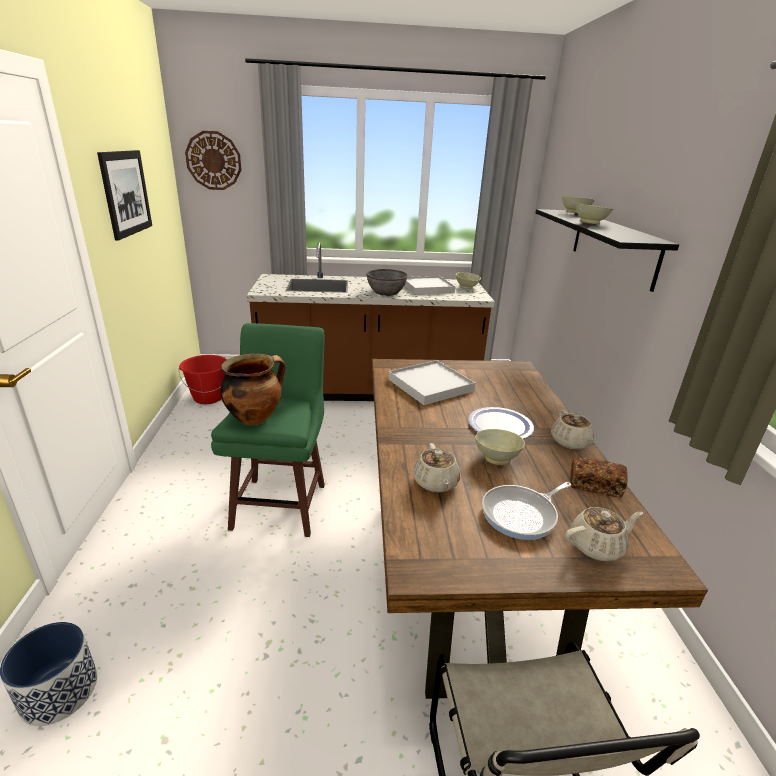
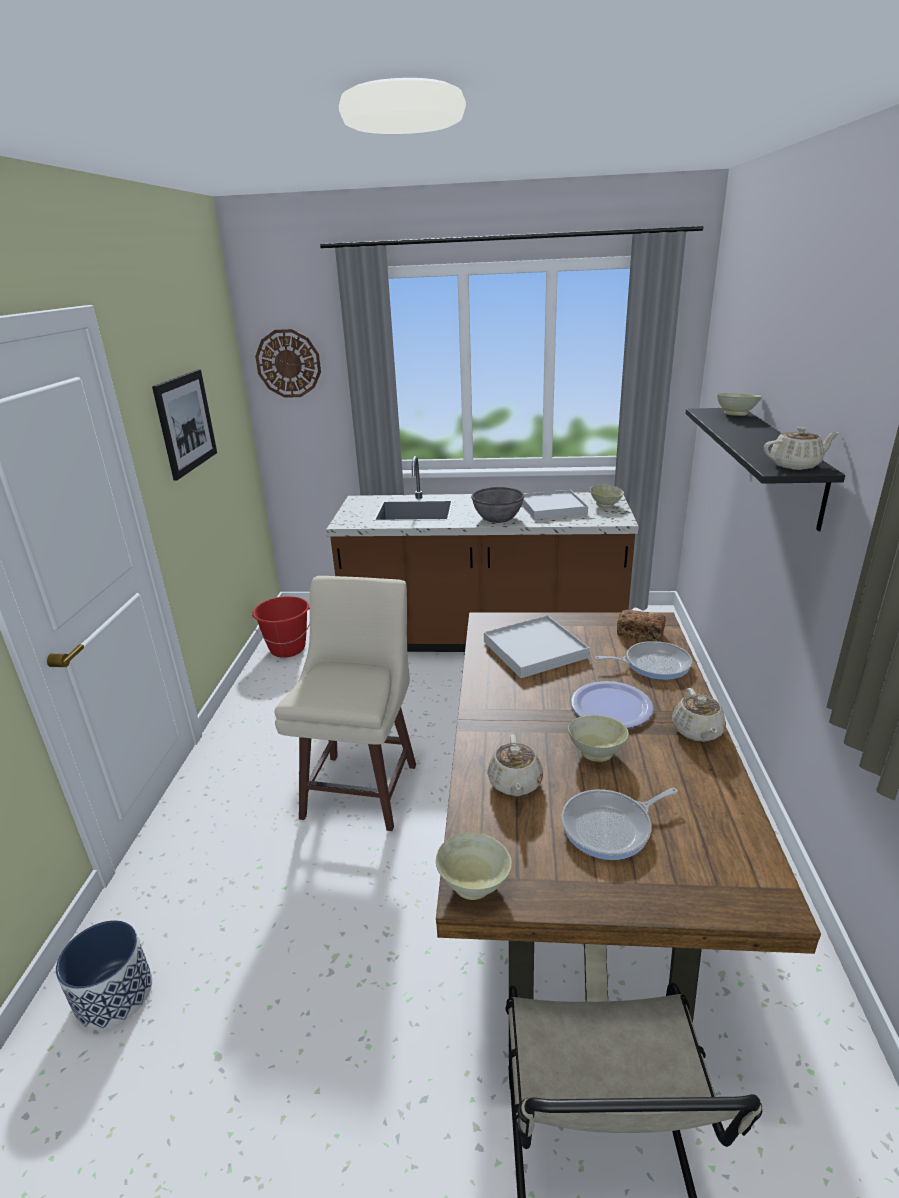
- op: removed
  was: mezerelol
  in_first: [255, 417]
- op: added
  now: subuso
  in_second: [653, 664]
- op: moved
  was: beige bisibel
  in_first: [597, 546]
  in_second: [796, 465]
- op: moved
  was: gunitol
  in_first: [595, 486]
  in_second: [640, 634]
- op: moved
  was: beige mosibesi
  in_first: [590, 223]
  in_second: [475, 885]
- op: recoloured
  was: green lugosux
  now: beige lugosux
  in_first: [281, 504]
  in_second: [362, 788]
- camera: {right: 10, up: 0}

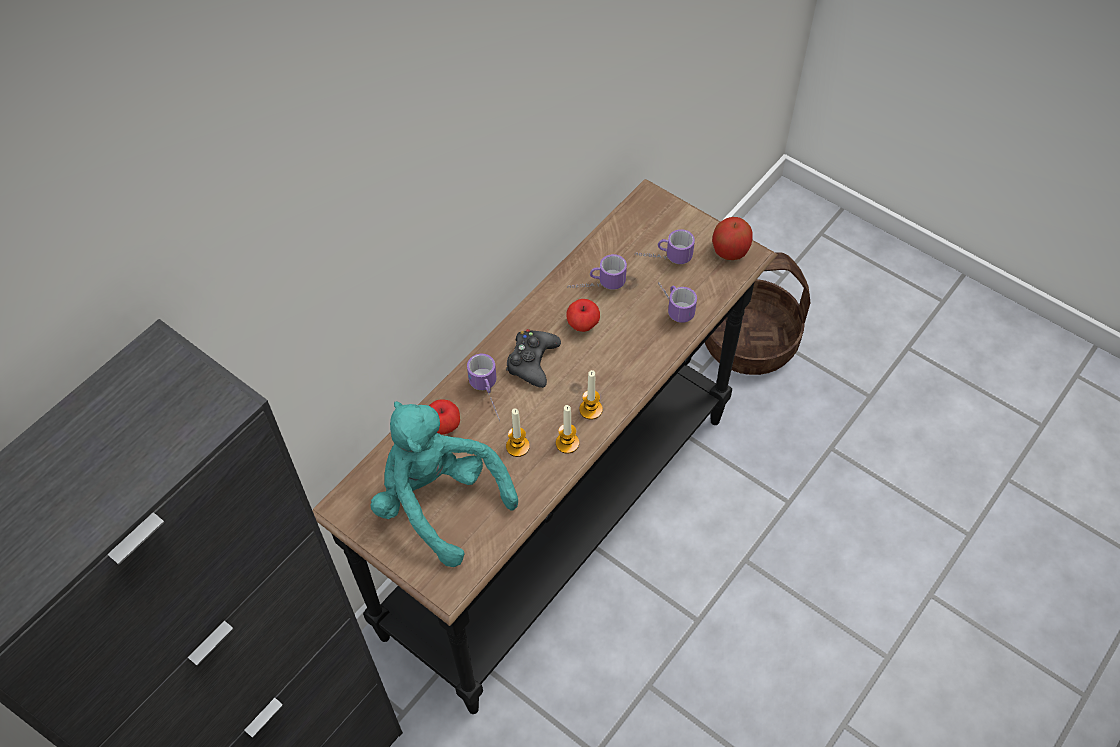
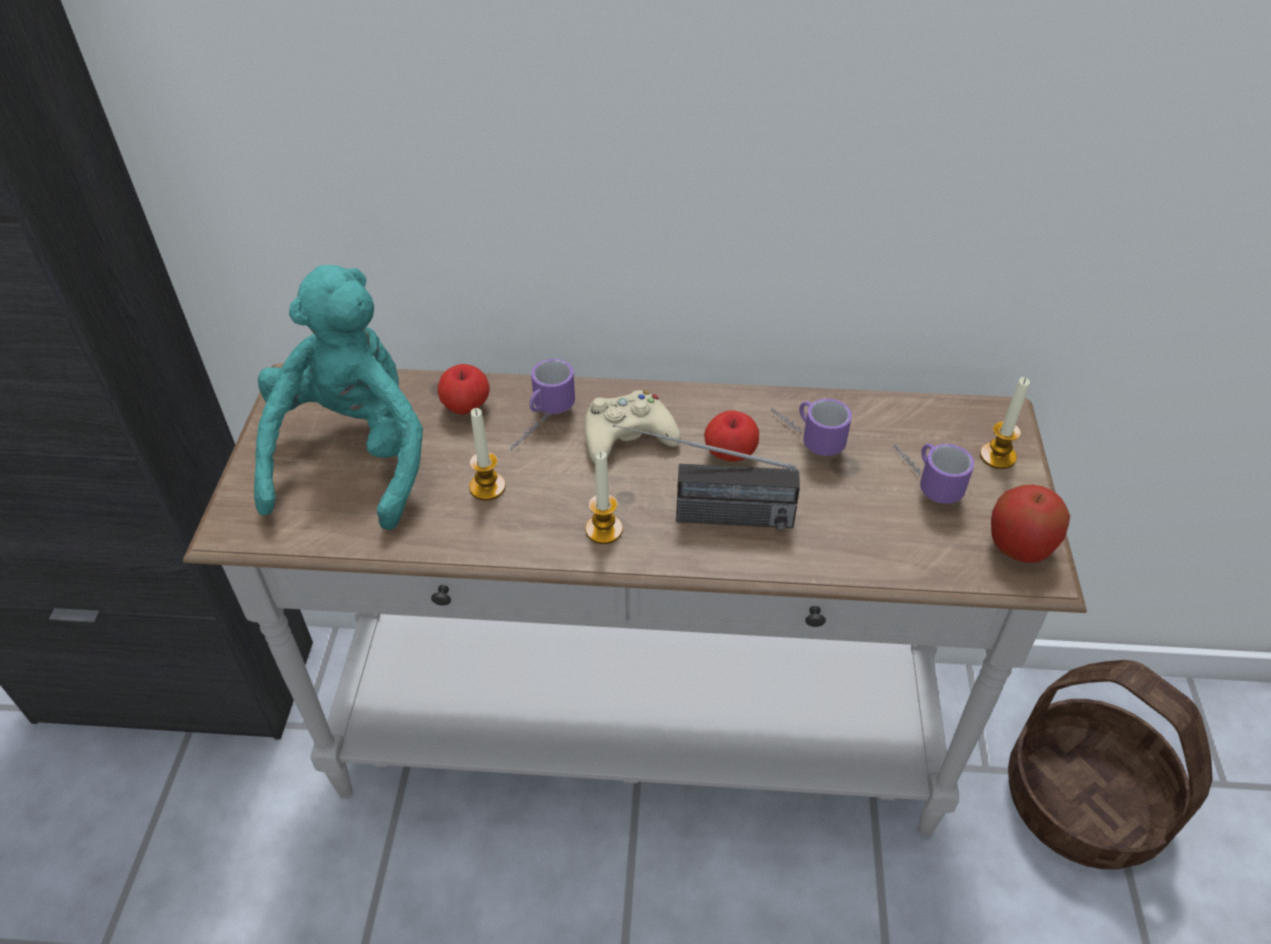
- op: removed
  was: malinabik
  in_first: [673, 305]
- op: added
  now: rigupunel
  in_second: [702, 515]
- op: moved
  was: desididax
  in_first: [567, 443]
  in_second: [997, 456]
- op: recoloured
  was: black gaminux
  now: white gaminux
  in_first: [562, 526]
  in_second: [636, 743]
- op: recoloured
  was: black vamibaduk
  now: beige vamibaduk
  in_first: [532, 361]
  in_second: [627, 436]
- camera: {right: 55, up: -10}

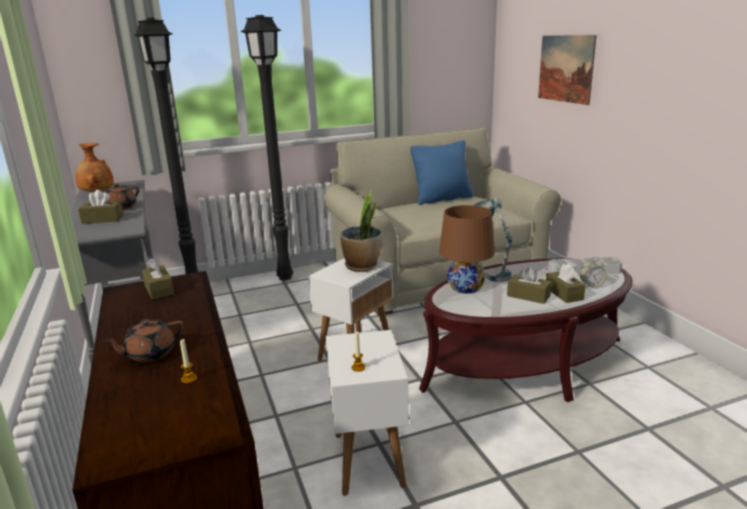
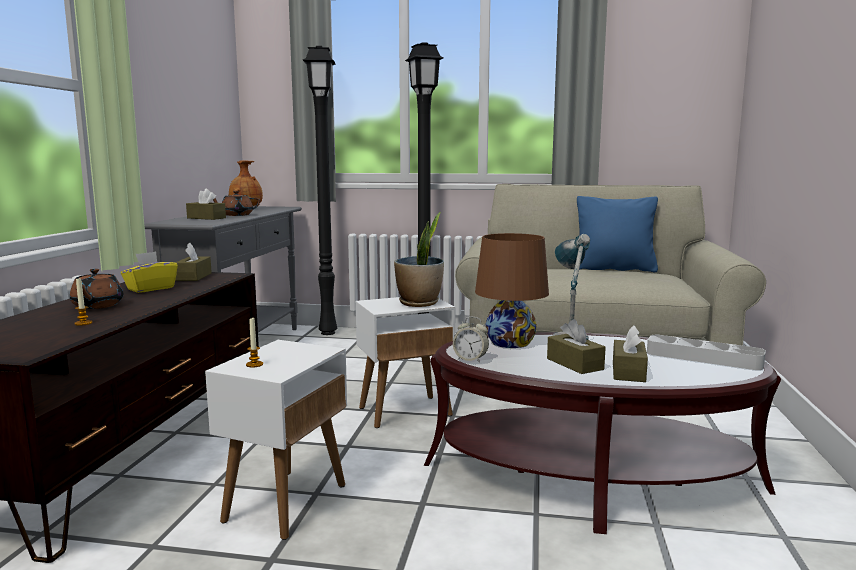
- op: removed
  was: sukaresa
  in_first: [565, 68]
- op: added
  now: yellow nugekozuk
  in_second: [150, 288]
- op: moved
  was: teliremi
  in_first: [591, 286]
  in_second: [470, 359]
- op: turned
  was: brown bisibel
  in_first: [150, 354]
  in_second: [97, 306]
  clockwise: -90
- camera: {right: 30, up: -10}

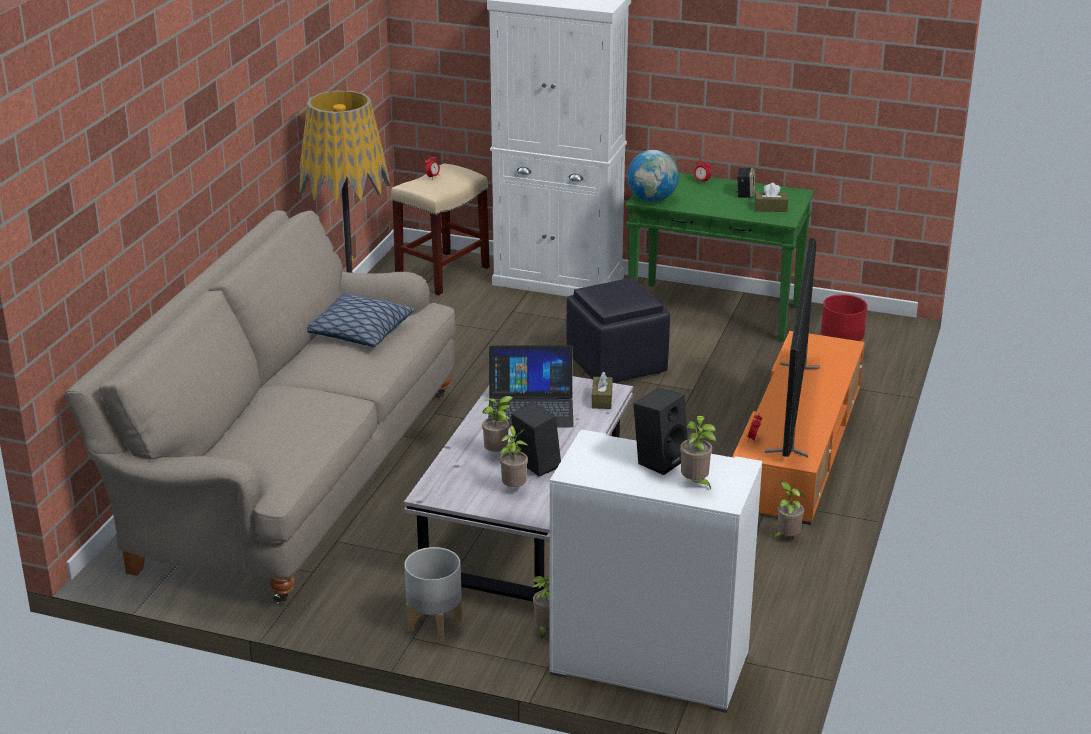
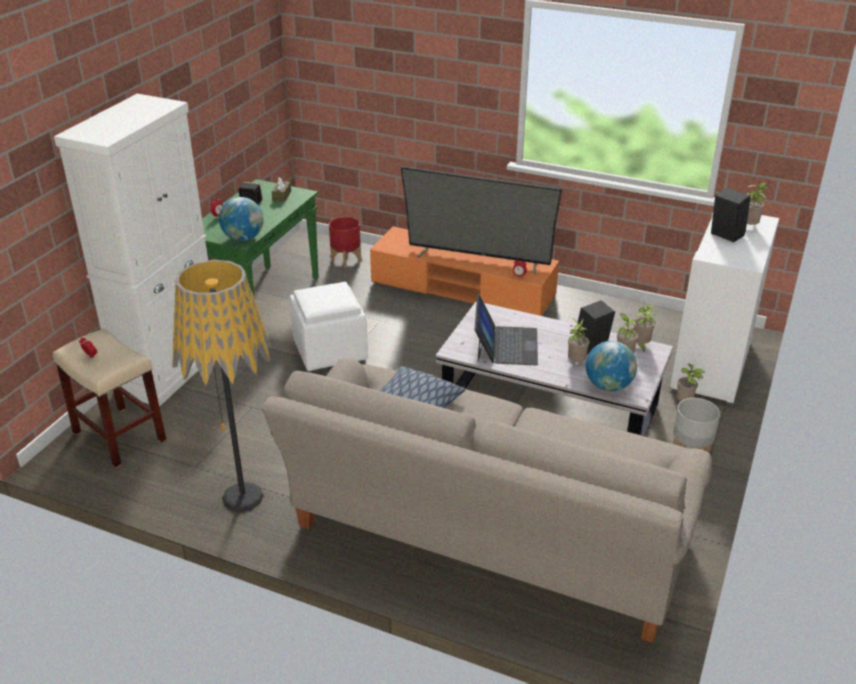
- op: removed
  was: brown nugekozuk
  in_first: [602, 399]
- op: added
  now: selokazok
  in_second: [608, 386]
- op: moved
  was: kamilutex
  in_first: [786, 537]
  in_second: [641, 346]
- op: recoloured
  was: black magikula
  now: white magikula
  in_first: [615, 364]
  in_second: [329, 351]
- camera: {right: -85, up: 5}

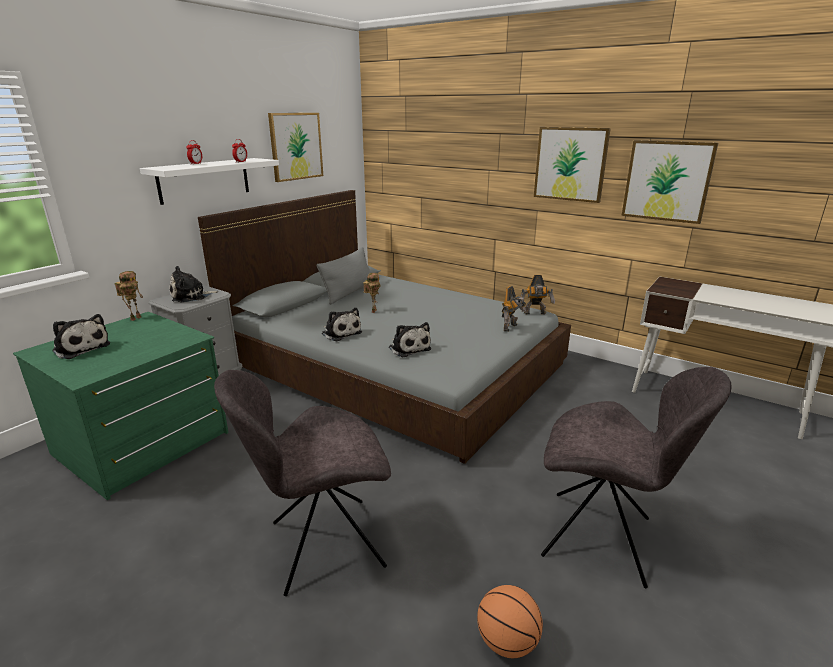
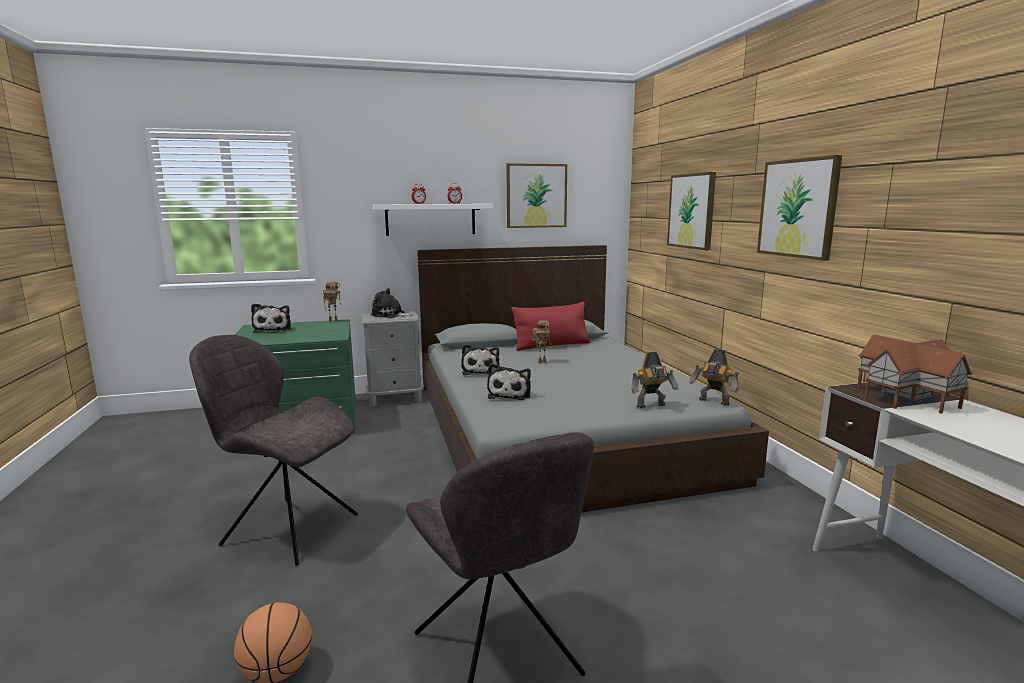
- op: added
  now: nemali
  in_second: [908, 398]
- op: moved
  was: sukaresa
  in_first: [667, 181]
  in_second: [691, 211]
- op: recoloured
  was: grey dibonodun
  now: red dibonodun
  in_first: [349, 292]
  in_second: [551, 345]
- camera: {right: 40, up: -10}

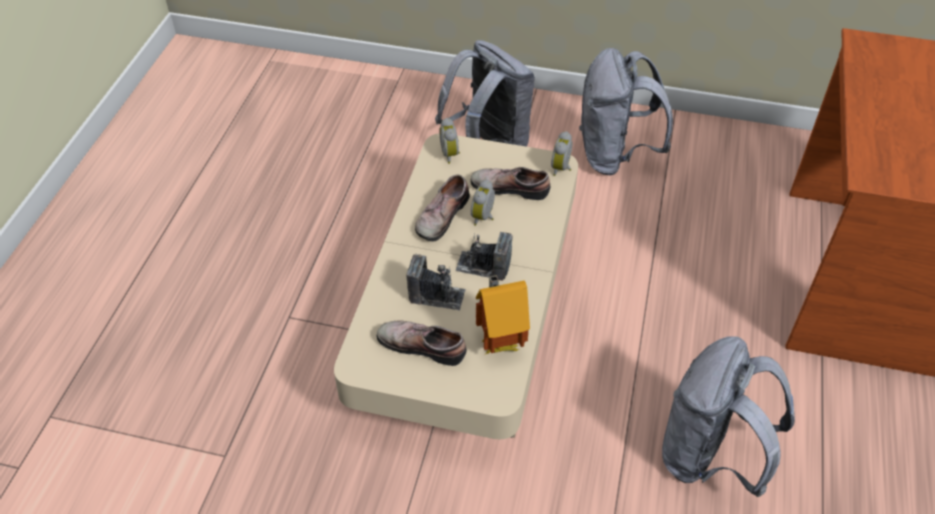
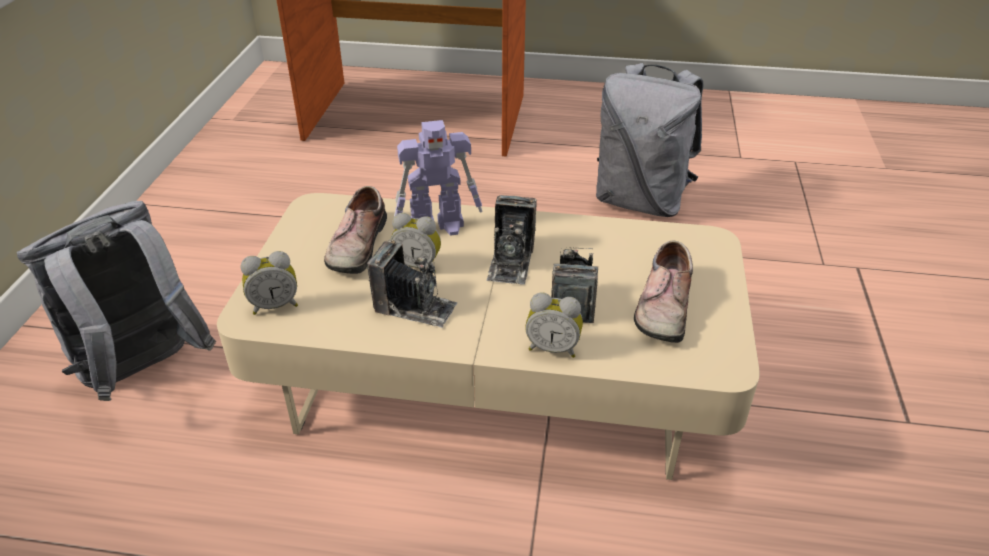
- op: removed
  was: nemali
  in_first: [499, 343]
- op: removed
  was: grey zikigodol
  in_first: [614, 155]
- op: added
  now: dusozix
  in_second: [438, 226]
- op: moved
  was: teliremi
  in_first: [562, 168]
  in_second: [553, 348]
- op: replaced
  was: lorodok
  now: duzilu
  in_first: [440, 215]
  in_second: [415, 307]
- camera: {right: -95, up: -10}

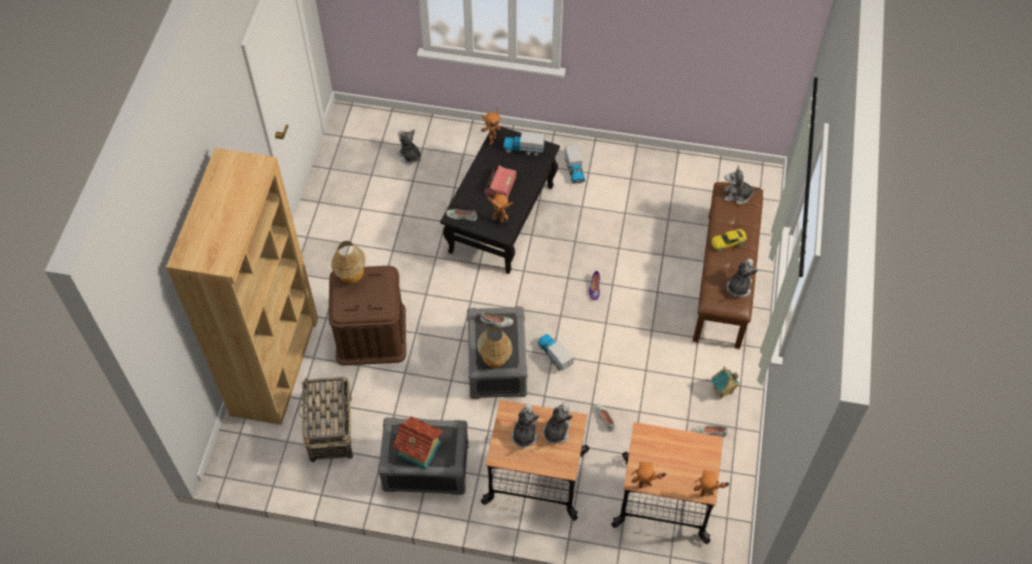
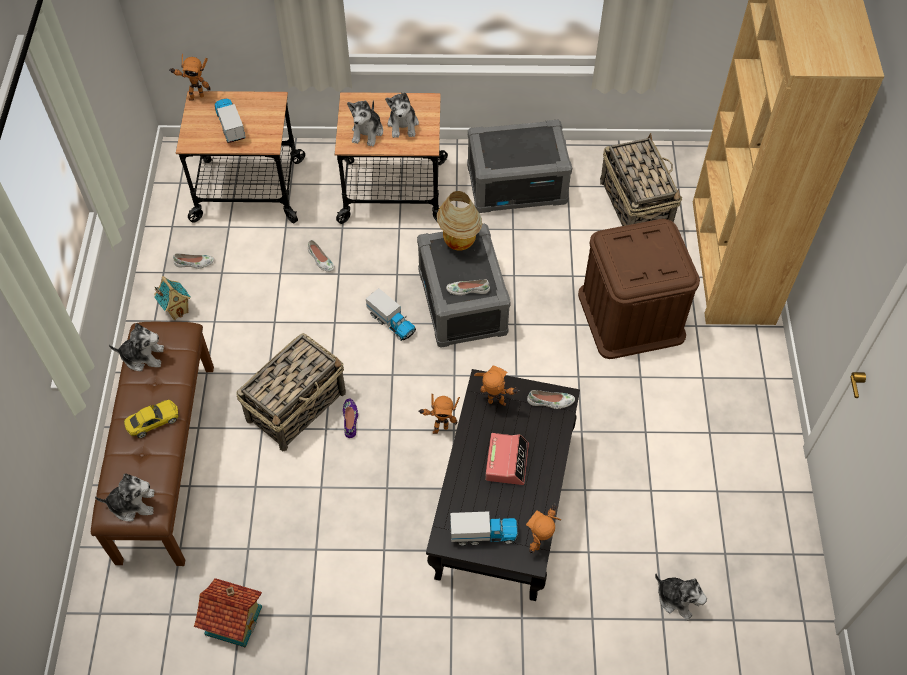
- op: removed
  was: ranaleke
  in_first: [351, 278]
- op: added
  now: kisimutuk
  in_second: [297, 405]
- op: moved
  was: nemali
  in_first: [419, 451]
  in_second: [234, 619]
- op: moved
  was: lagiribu
  in_first: [574, 170]
  in_second: [231, 126]
- op: moved
  was: dusozix
  in_first: [645, 488]
  in_second: [439, 428]
- op: turned
  was: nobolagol
  in_first: [738, 287]
  in_second: [143, 356]
  clockwise: -105
- camera: {right: 170, up: 0}

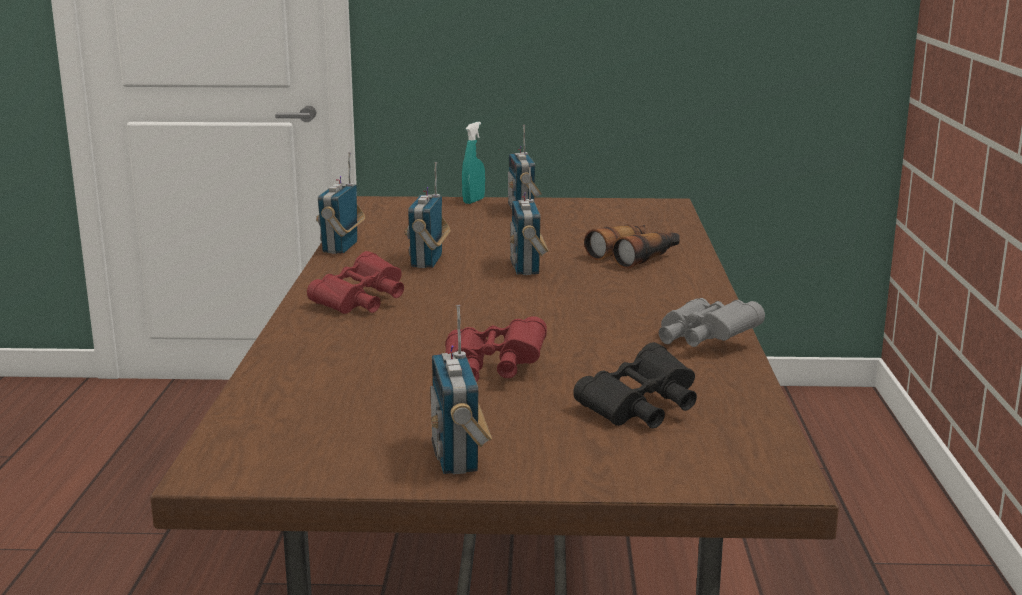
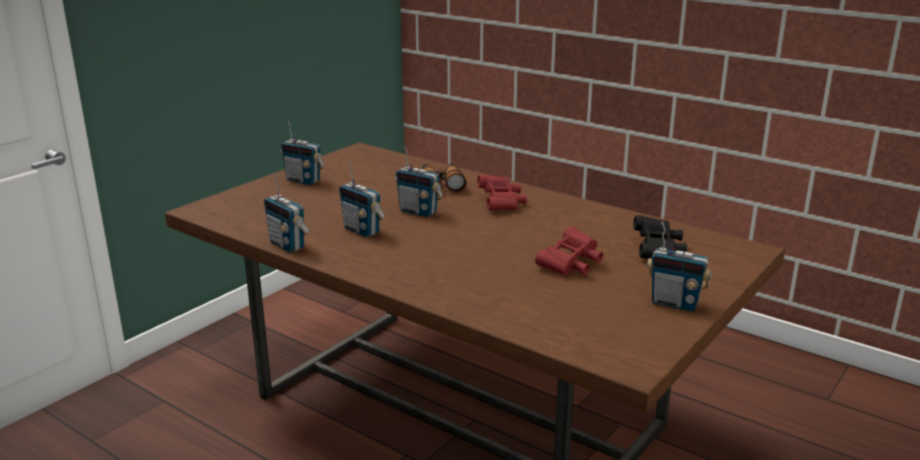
- op: removed
  was: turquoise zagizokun
  in_first: [473, 201]
- op: removed
  was: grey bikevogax
  in_first: [703, 341]
- op: moved
  was: red bikevogax
  in_first: [361, 303]
  in_second: [501, 203]
- camera: {right: -55, up: 5}

